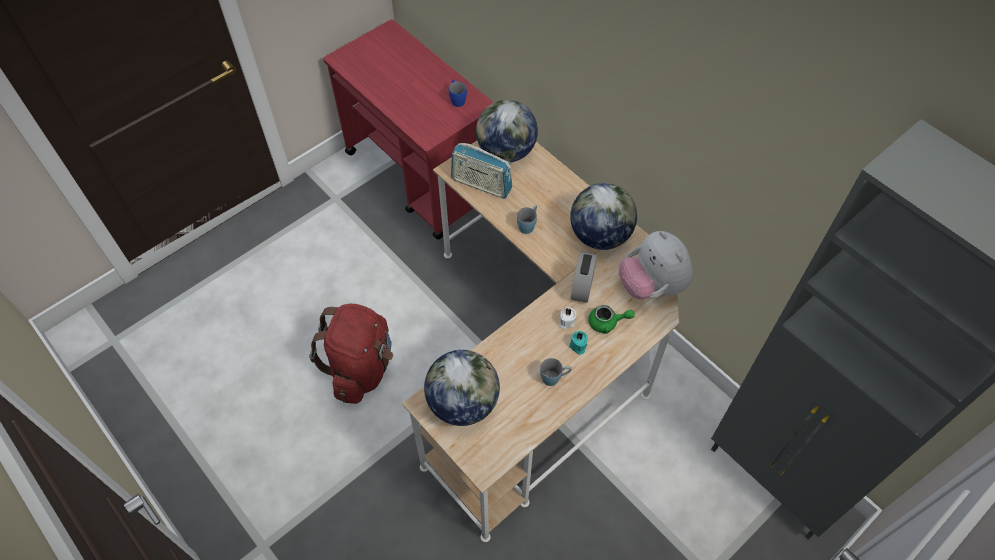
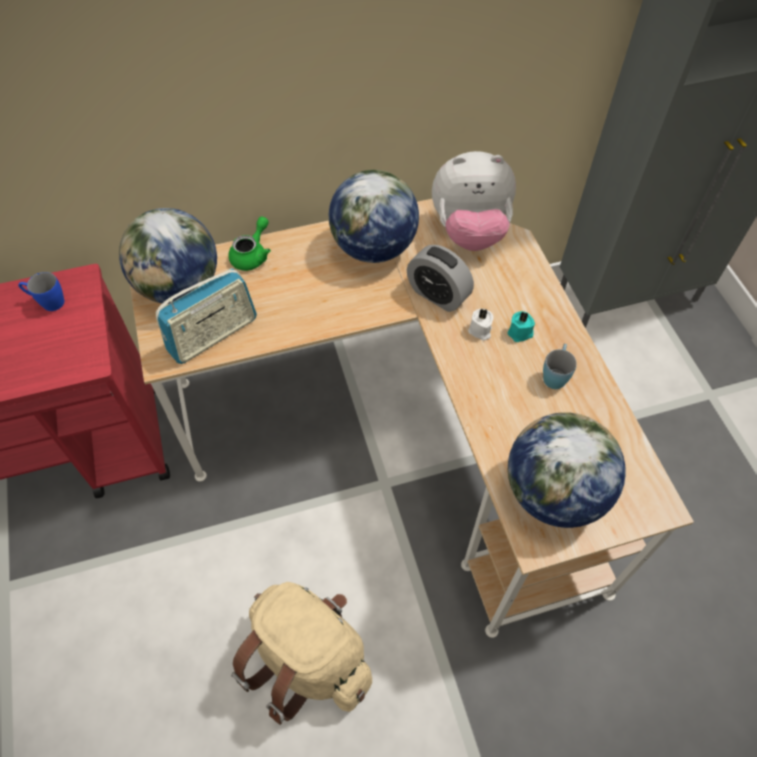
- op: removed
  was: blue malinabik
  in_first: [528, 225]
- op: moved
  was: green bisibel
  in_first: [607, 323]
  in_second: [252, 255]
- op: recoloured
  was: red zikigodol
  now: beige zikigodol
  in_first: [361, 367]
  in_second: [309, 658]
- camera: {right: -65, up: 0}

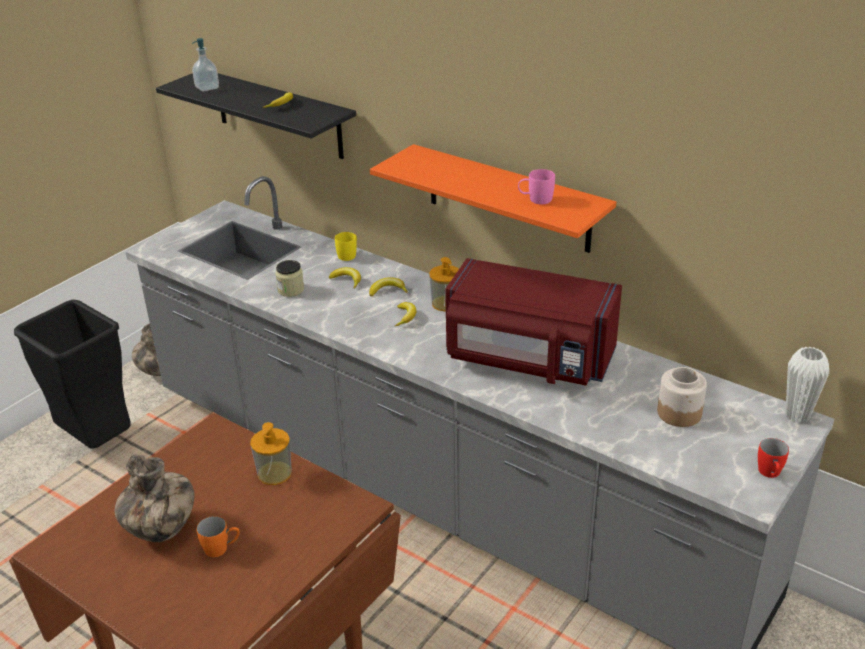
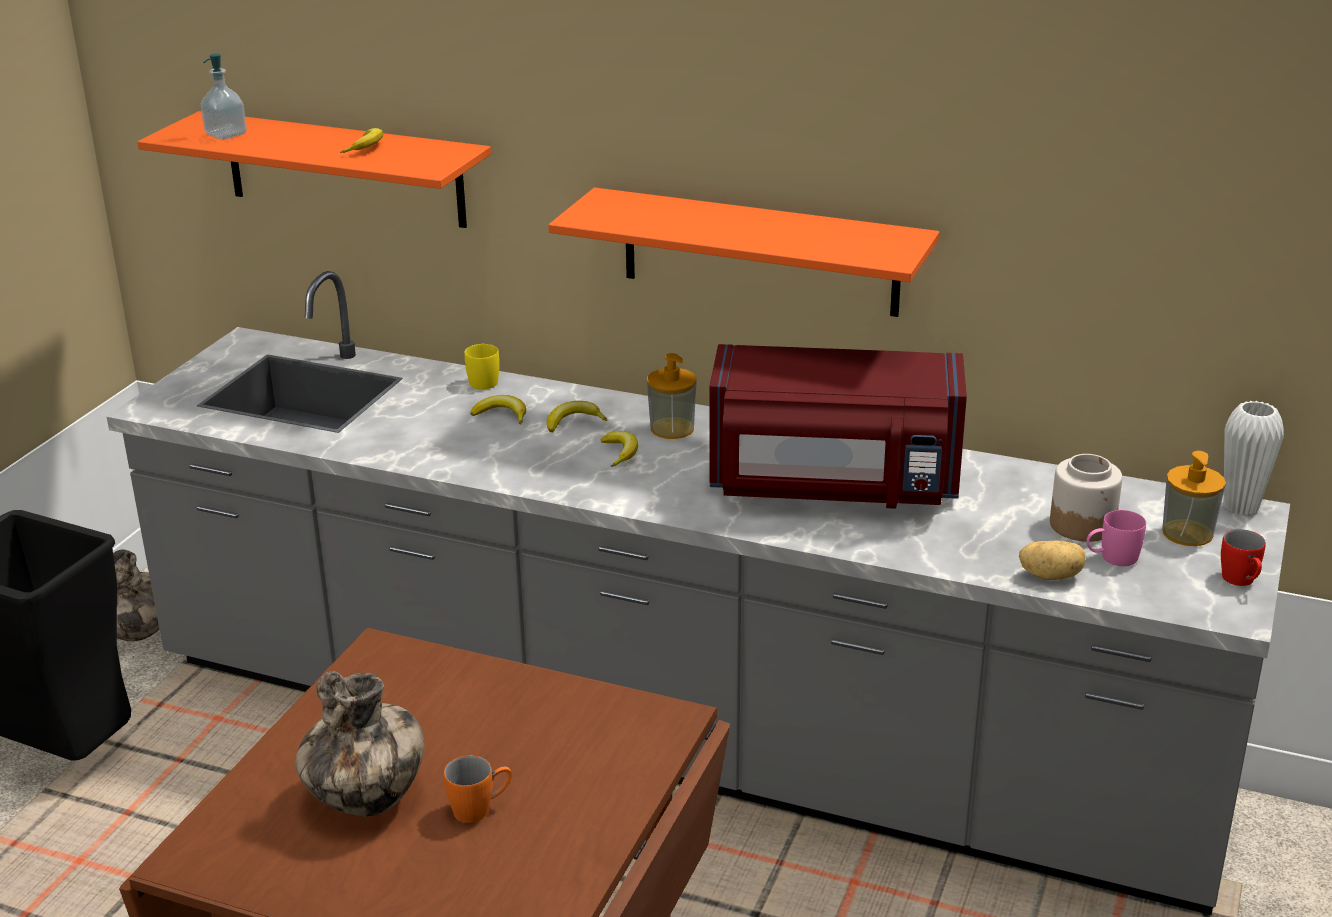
- op: removed
  was: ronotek
  in_first: [291, 290]
- op: added
  now: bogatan
  in_second: [1050, 575]
- op: moved
  was: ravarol
  in_first: [274, 473]
  in_second: [1187, 533]
- op: moved
  was: pink malinabik
  in_first: [535, 199]
  in_second: [1112, 558]
- op: recoloured
  was: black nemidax
  now: orange nemidax
  in_first: [278, 114]
  in_second: [344, 169]
- camera: {right: -15, up: -5}

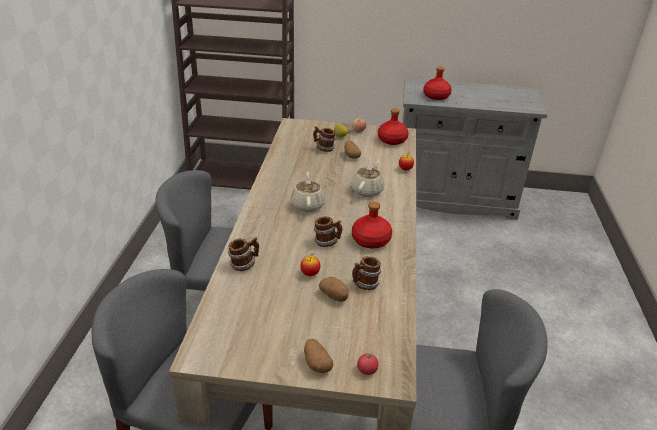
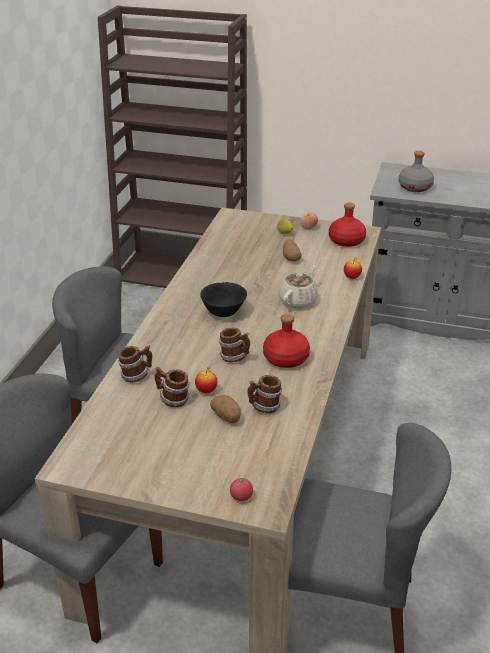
- op: removed
  was: bogatan
  in_first: [316, 363]
- op: moved
  was: malinabik
  in_first: [324, 148]
  in_second: [173, 400]
- op: replaced
  was: beige bisibel
  now: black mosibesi
  in_first: [308, 204]
  in_second: [224, 313]
- op: recoloured
  was: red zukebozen
  now: grey zukebozen
  in_first: [436, 96]
  in_second: [415, 187]
- camera: {right: 10, up: 0}

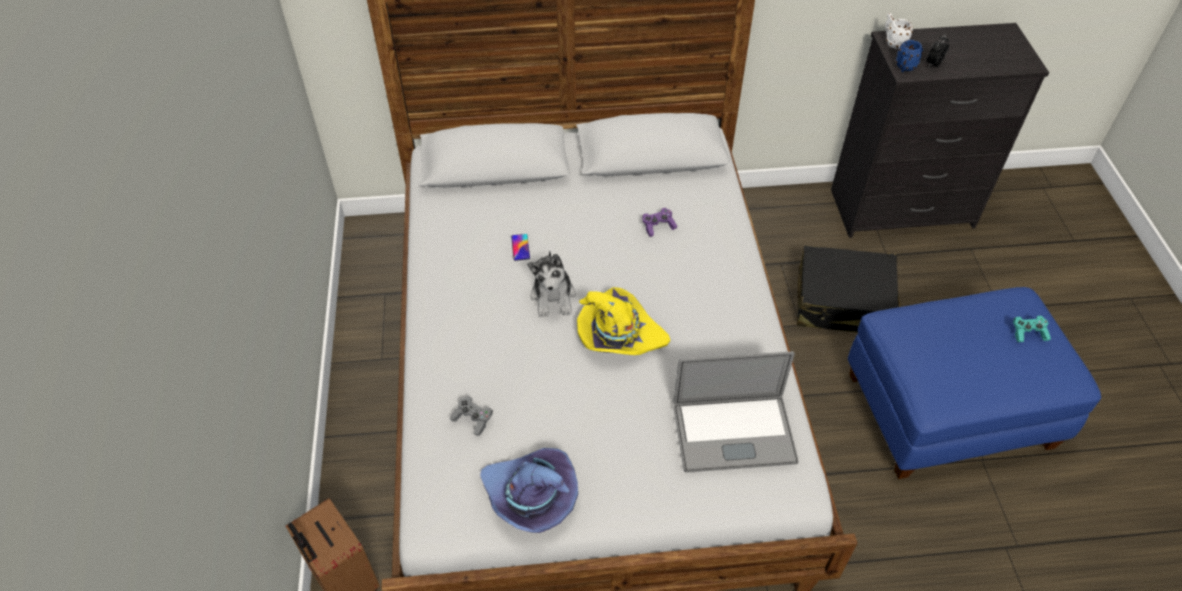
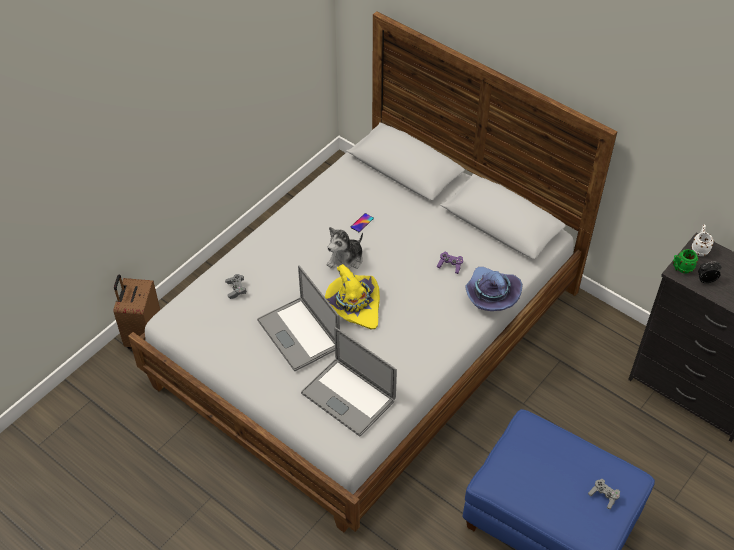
- op: removed
  was: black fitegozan
  in_first: [843, 303]
- op: added
  now: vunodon
  in_second: [298, 334]
- op: moved
  was: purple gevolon
  in_first: [530, 497]
  in_second: [490, 294]
- op: recoloured
  was: blue malinabik
  now: green malinabik
  in_first: [904, 68]
  in_second: [681, 268]
- op: recoloured
  was: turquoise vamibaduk
  now: grey vamibaduk
  in_first: [1028, 333]
  in_second: [603, 496]
- camera: {right: 45, up: 0}

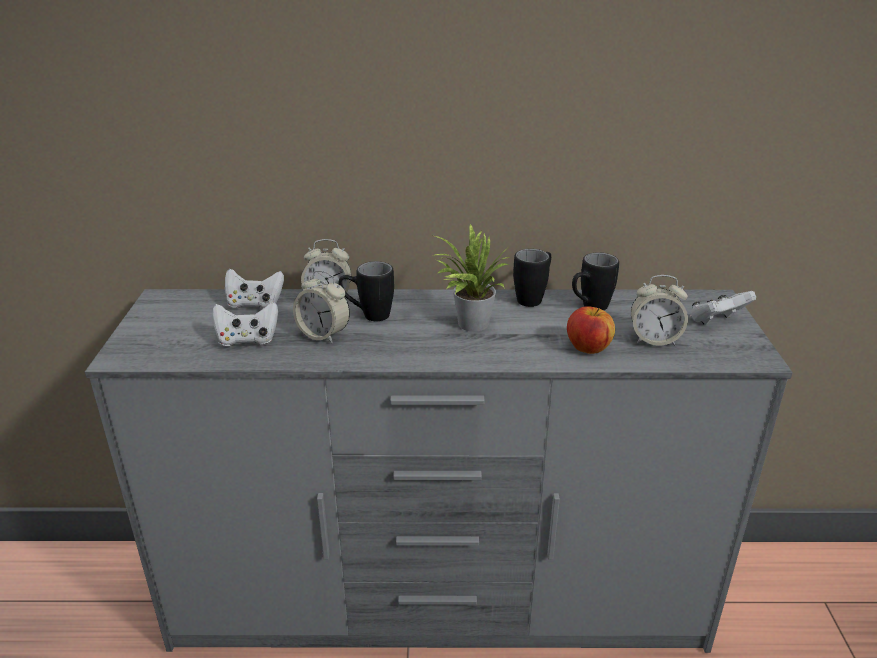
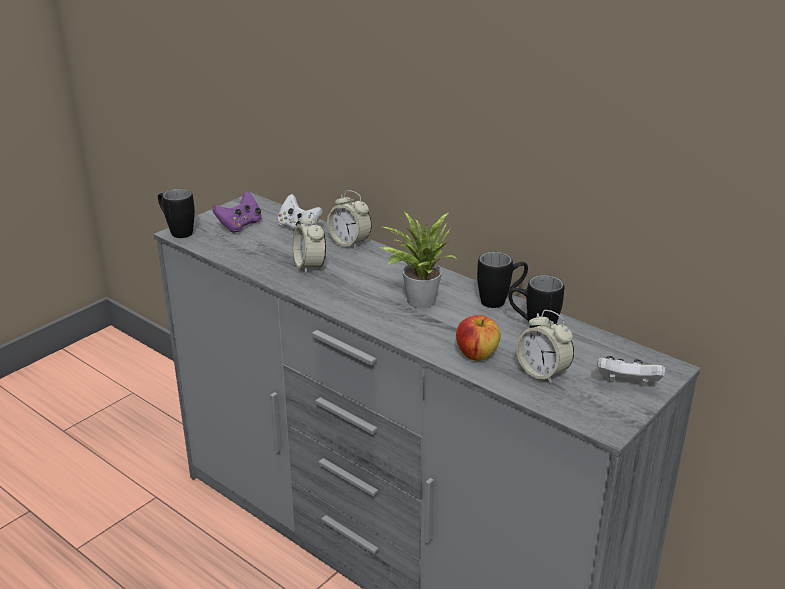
- op: removed
  was: white vamibaduk
  in_first: [247, 340]
- op: added
  now: purple vamibaduk
  in_second: [240, 225]
- op: moved
  was: black malinabik
  in_first: [368, 315]
  in_second: [177, 231]
- camera: {right: 40, up: 0}

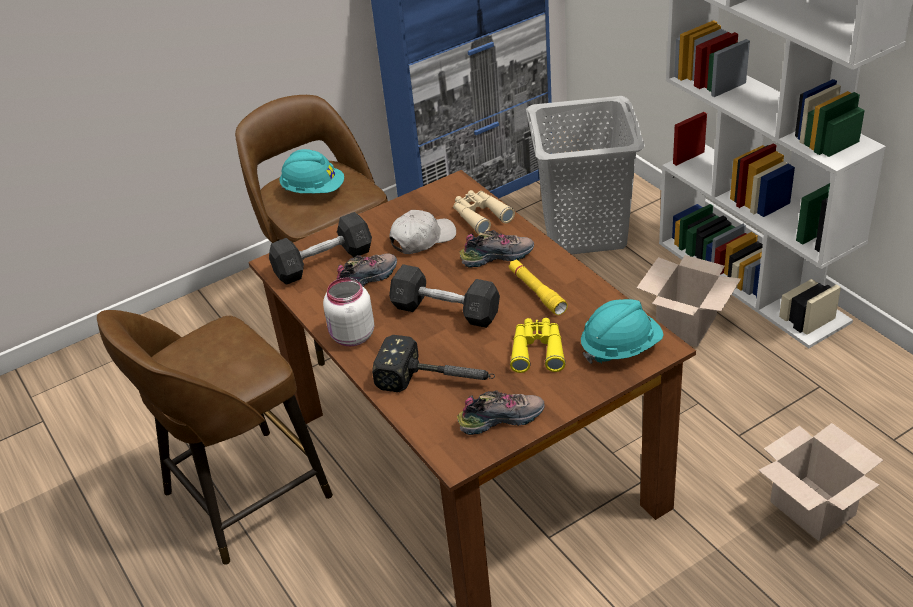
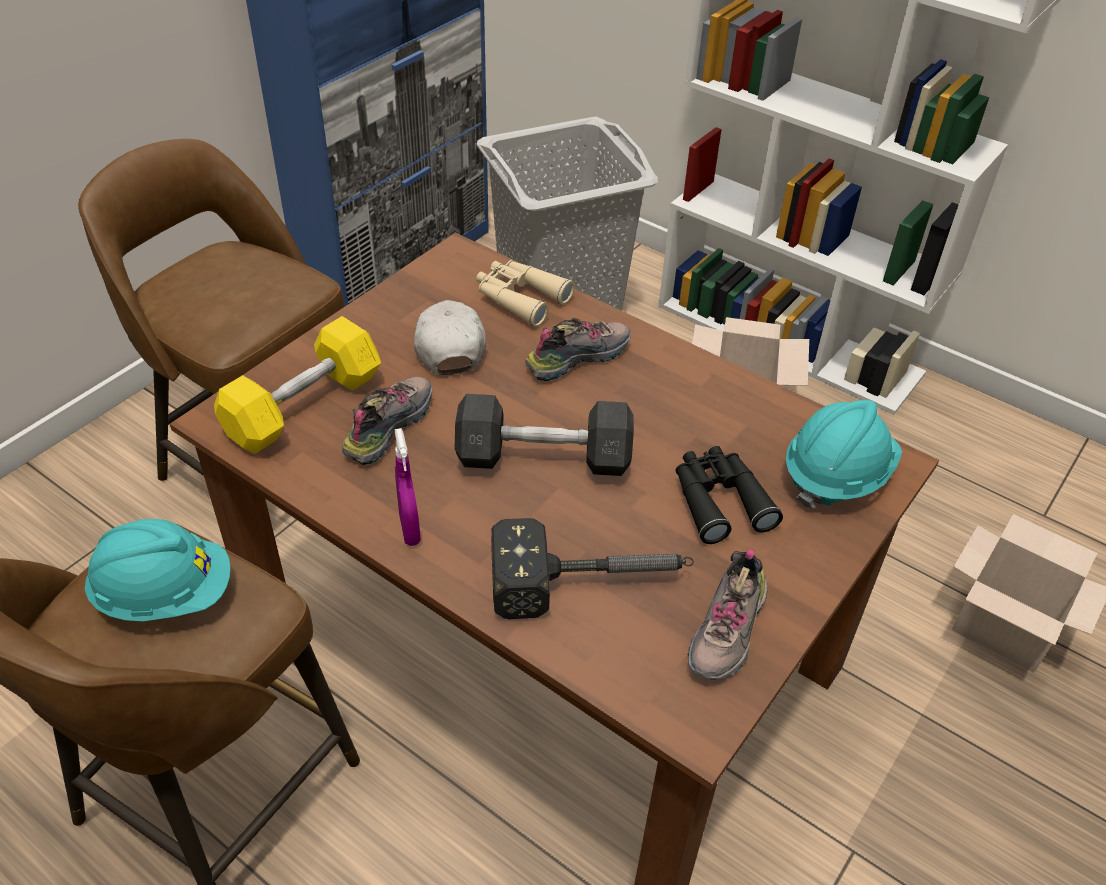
- op: removed
  was: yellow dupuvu
  in_first: [536, 292]
- op: moved
  was: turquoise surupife
  in_first: [313, 190]
  in_second: [165, 594]
- op: replaced
  was: white ronotek
  now: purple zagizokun
  in_first: [351, 336]
  in_second: [410, 529]
- op: recoloured
  was: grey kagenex
  now: yellow kagenex
  in_first: [323, 262]
  in_second: [303, 406]
- op: recoloured
  was: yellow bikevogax
  now: black bikevogax
  in_first: [537, 350]
  in_second: [719, 500]
- op: turned
  was: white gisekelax
  in_first: [422, 239]
  in_second: [449, 345]
  clockwise: -45
- op: turned
  was: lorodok
  in_first: [501, 419]
  in_second: [728, 632]
  clockwise: 150
- camera: {right: -25, up: 5}

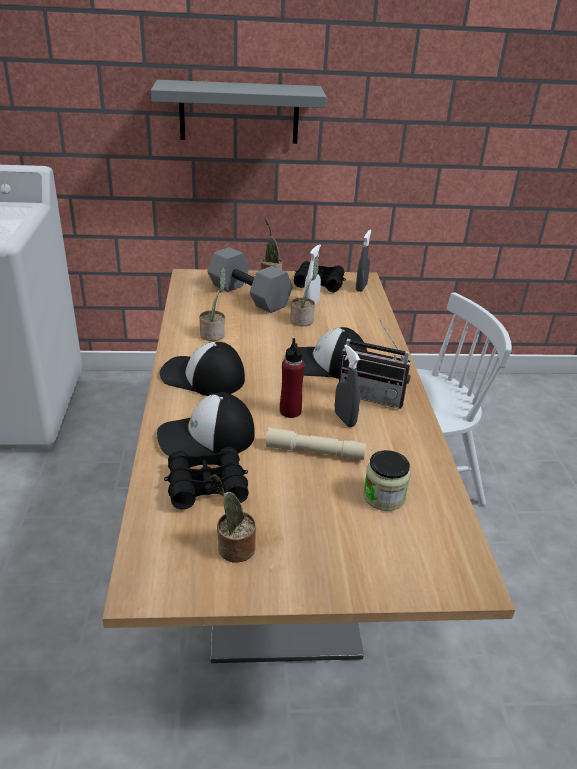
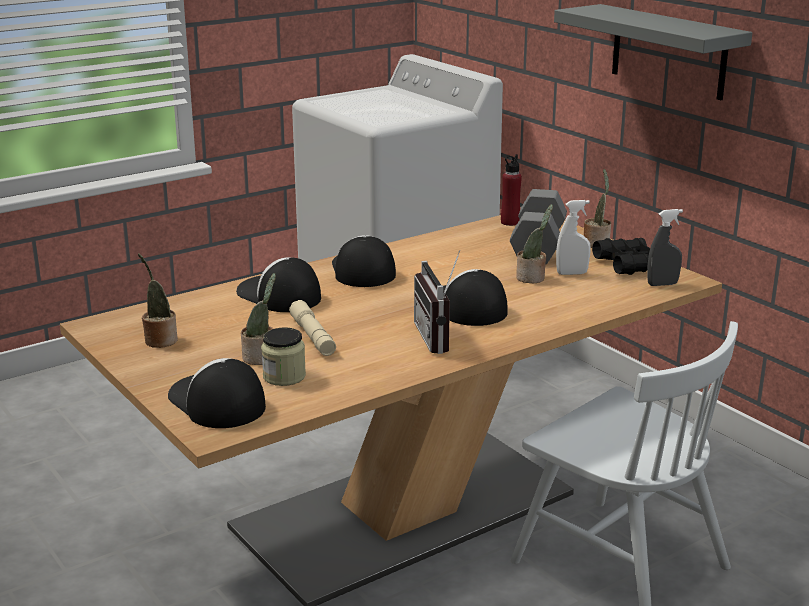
- op: removed
  was: black bikevogax
  in_first: [206, 486]
- op: removed
  was: grey zagizokun
  in_first: [344, 419]
- op: added
  now: gisekelax
  in_second: [216, 402]
- op: moved
  was: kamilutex
  in_first: [214, 334]
  in_second: [261, 358]
- op: moved
  was: red zukebozen
  in_first: [290, 411]
  in_second: [510, 222]
- camera: {right: 60, up: -10}

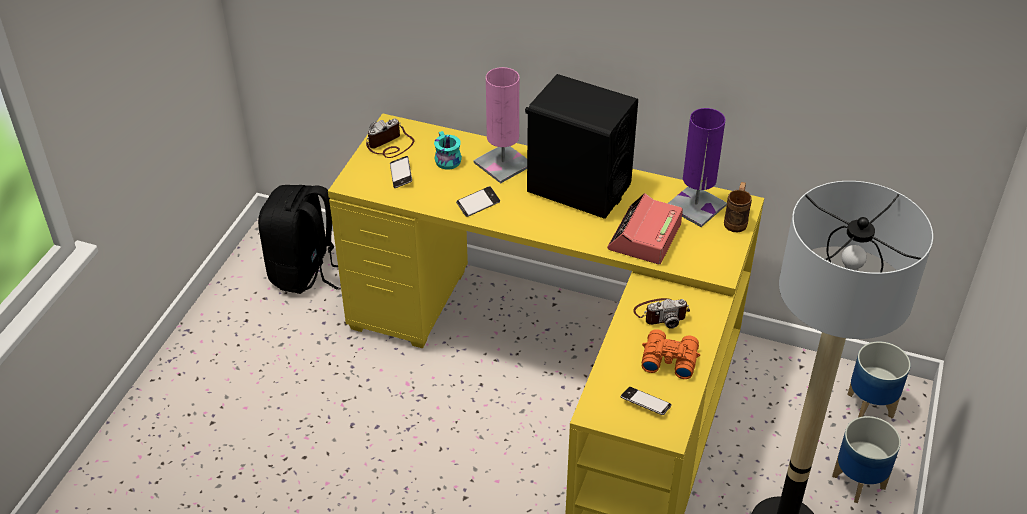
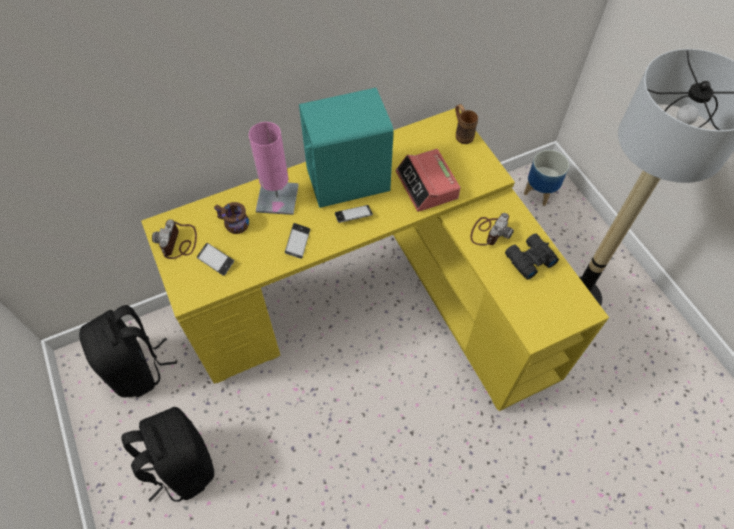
- op: removed
  was: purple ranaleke
  in_first: [696, 206]
- op: removed
  was: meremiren
  in_first: [858, 482]
- op: added
  now: black zikigodol
  in_second: [182, 465]
- op: moved
  was: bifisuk
  in_first: [645, 403]
  in_second: [353, 215]
- op: recoloured
  was: turquoise malinabik
  now: brown malinabik
  in_first: [445, 159]
  in_second: [233, 224]
- op: recoloured
  was: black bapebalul
  now: turquoise bapebalul
  in_first: [578, 188]
  in_second: [347, 180]
- op: recoloured
  was: orange bikevogax
  now: black bikevogax
  in_first: [668, 359]
  in_second: [528, 259]
- camera: {right: -45, up: 15}

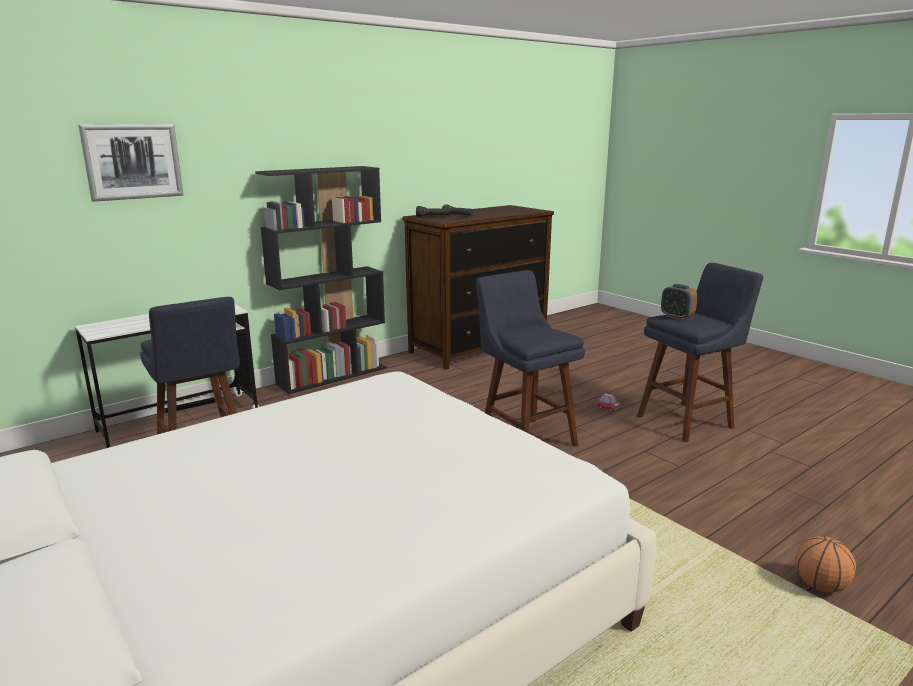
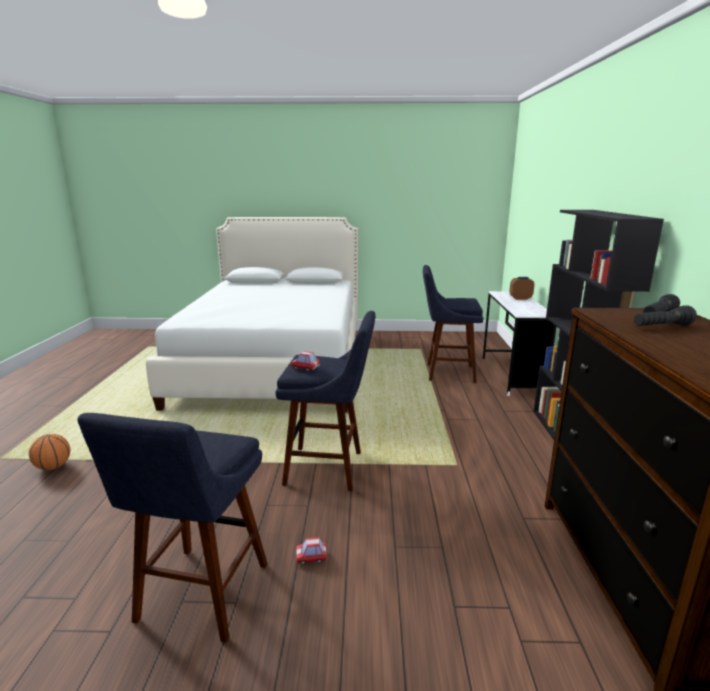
- op: removed
  was: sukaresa
  in_first: [133, 161]
- op: added
  now: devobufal
  in_second: [305, 368]
- op: moved
  was: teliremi
  in_first: [677, 317]
  in_second: [520, 298]
- camera: {right: 130, up: 0}

